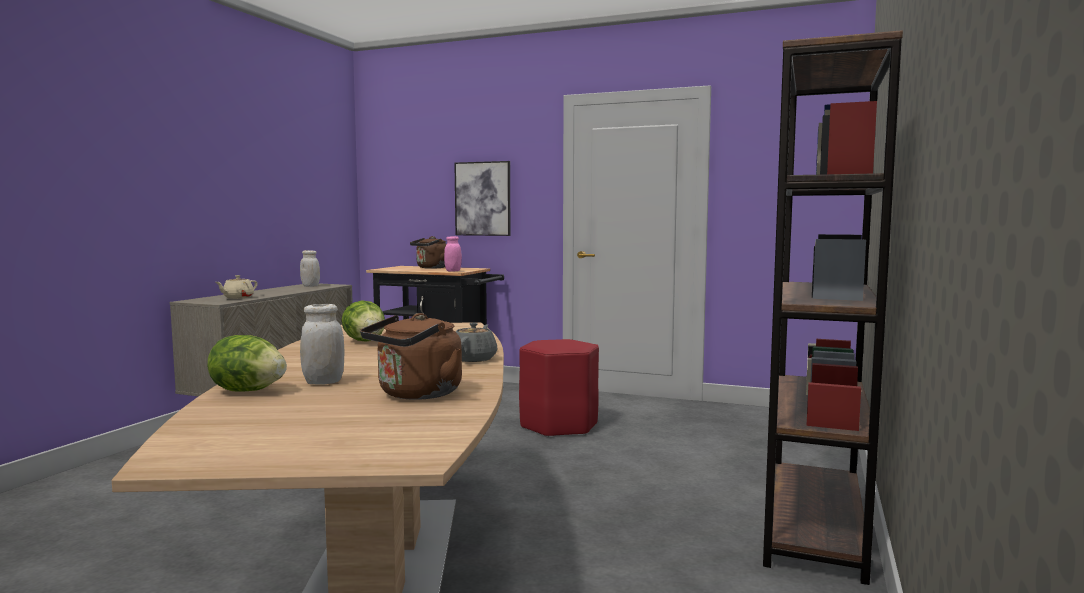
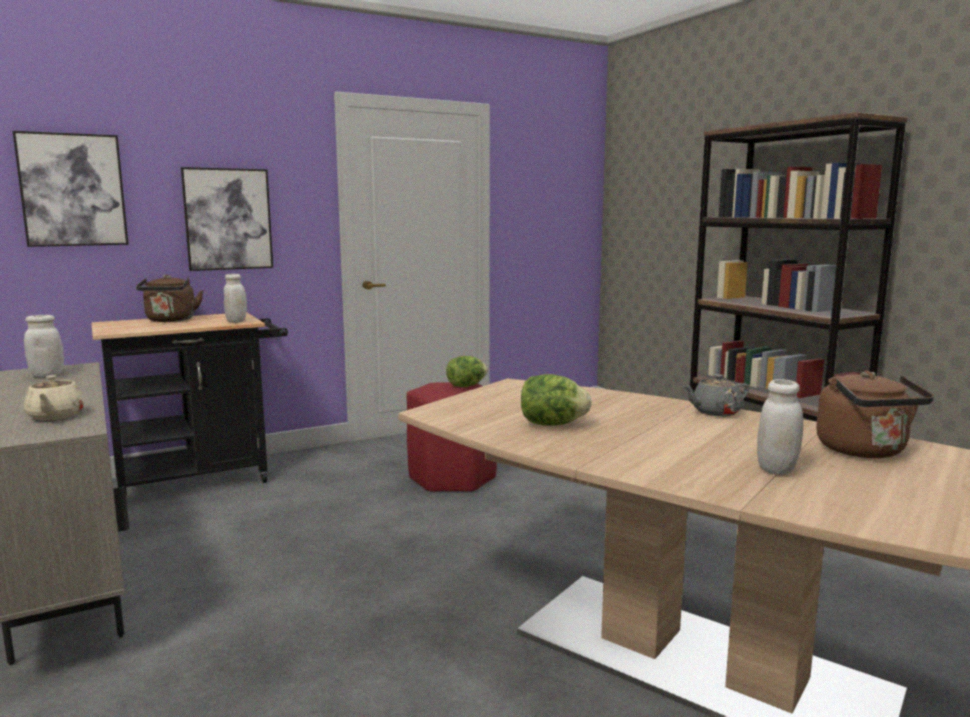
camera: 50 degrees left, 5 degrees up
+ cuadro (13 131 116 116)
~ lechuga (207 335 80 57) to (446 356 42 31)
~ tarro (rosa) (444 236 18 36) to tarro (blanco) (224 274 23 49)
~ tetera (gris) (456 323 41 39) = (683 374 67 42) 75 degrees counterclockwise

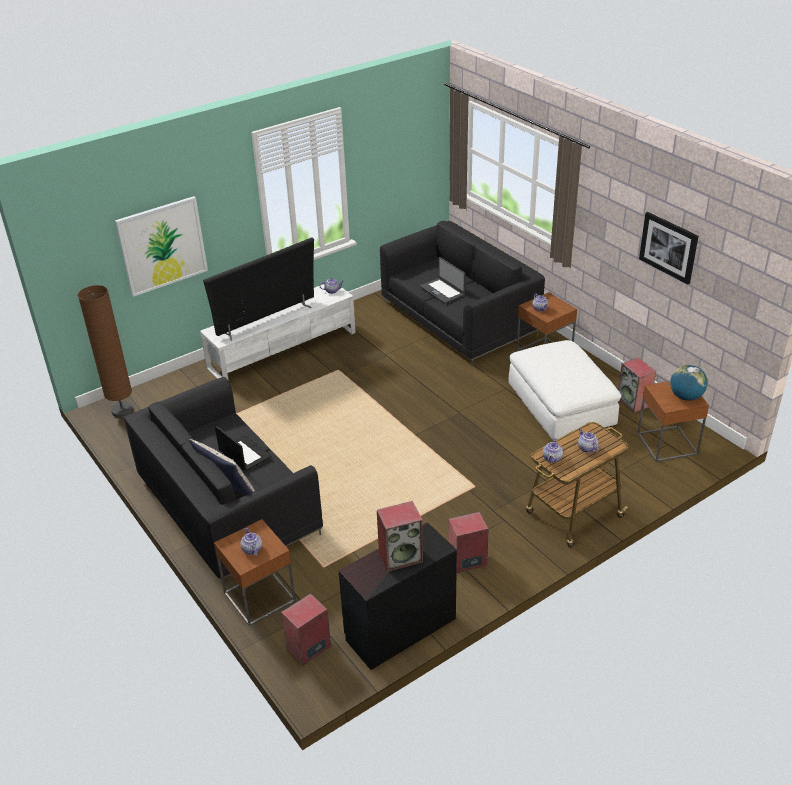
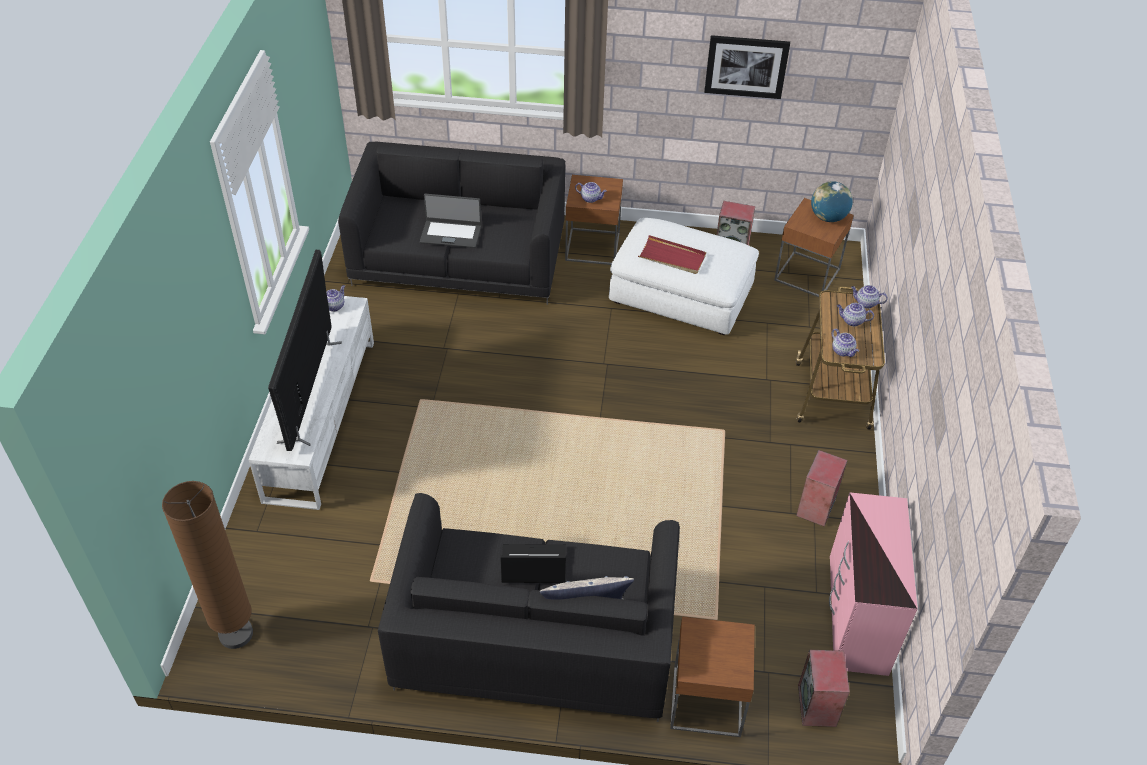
camera: 50 degrees left, 10 degrees up
- cuadro (115 196 93 101)
- altavoz (377 501 46 71)
+ bandeja (rojo) (638 235 68 39)
~ tetera (240 527 22 29) to (851 285 37 24)
~ cómoda (negro) (338 522 119 148) to cómoda (rosa) (829 492 89 184)

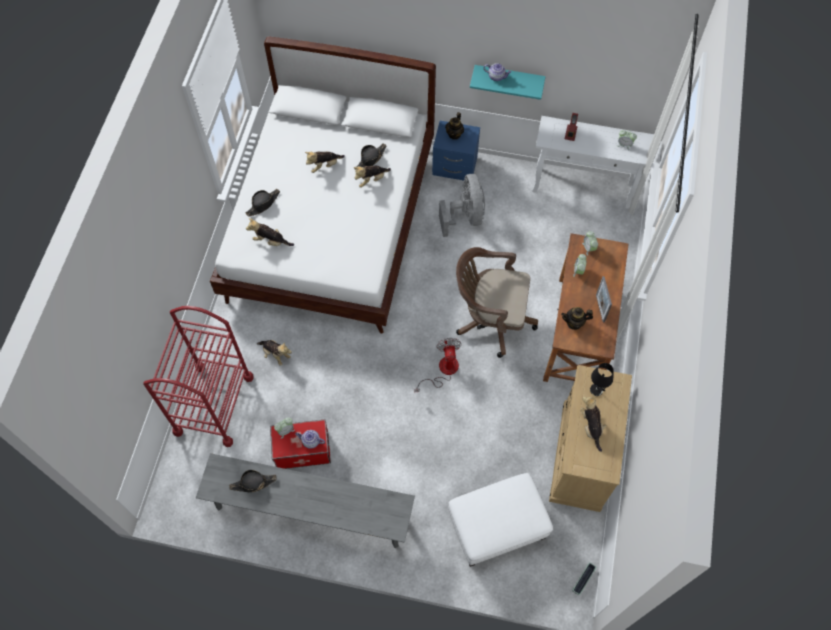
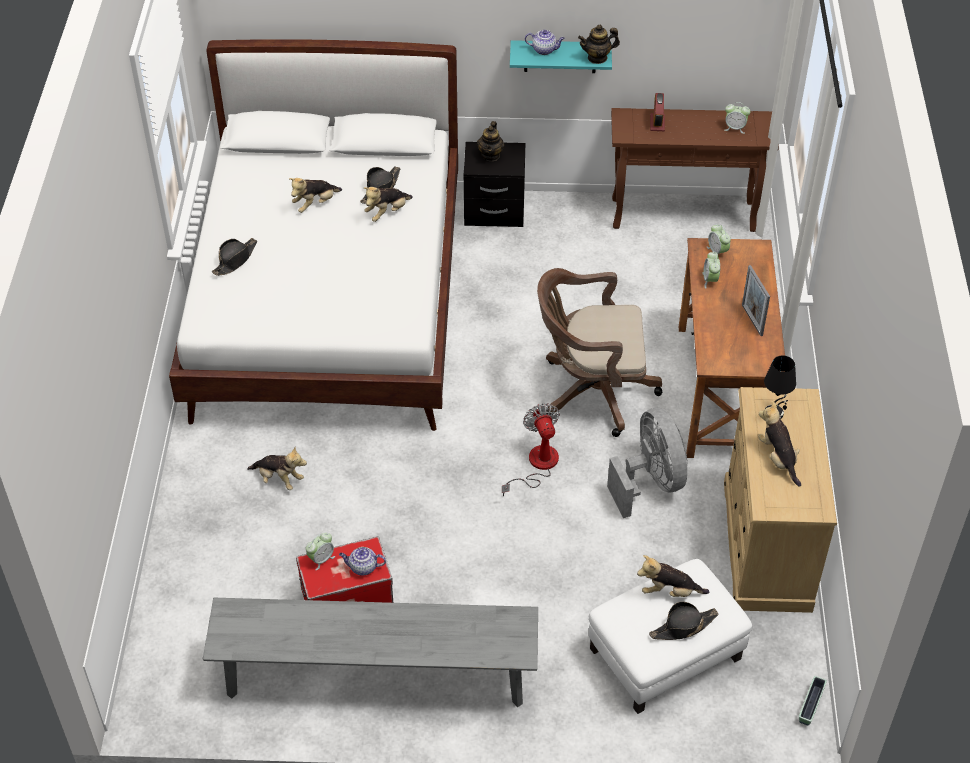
camera: 10 degrees left, 15 degrees down
- carrito (rojo) (143 306 111 141)
~ sombrero (negro) (229 470 48 22) to (649 602 70 38)
~ peluche (246 218 48 28) to (637 555 72 42)
~ ventilador (gris) (439 174 46 63) to (607 408 80 110)
~ tetera (561 307 32 23) to (578 25 42 39)
~ mesita de noche (azul) (432 121 48 59) to mesita de noche (negro) (464 142 61 85)
~ mesa consola (blanco) (532 116 122 93) to mesa consola (marrón) (611 108 168 124)

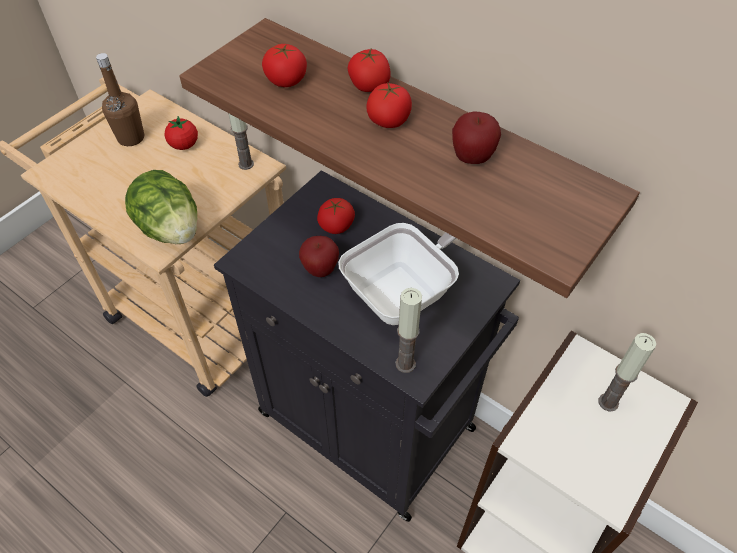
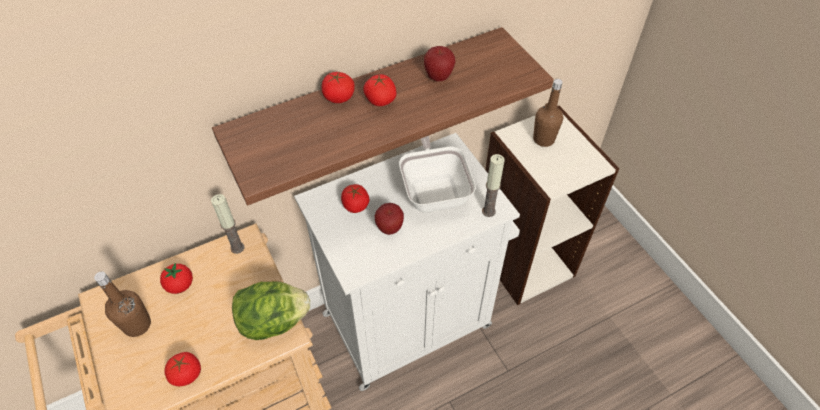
camera: 65 degrees left, 0 degrees up
~ tomate (262 44 45 43) to (164 352 37 34)
~ vela (599 333 57 79) to botella (marrón) (533 79 30 68)
~ armario (negro) (214 170 306 352) to armario (blanco) (294 133 226 258)

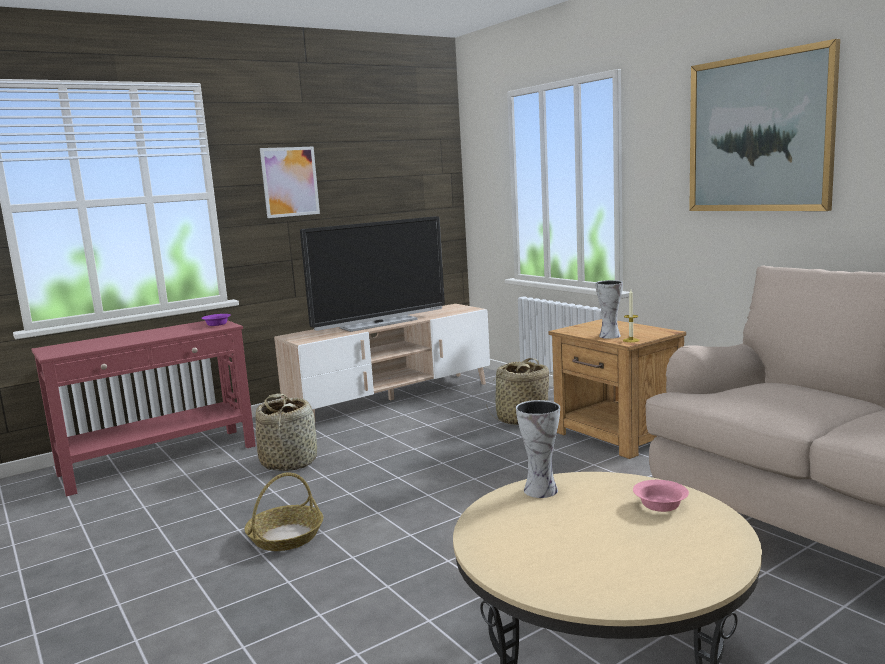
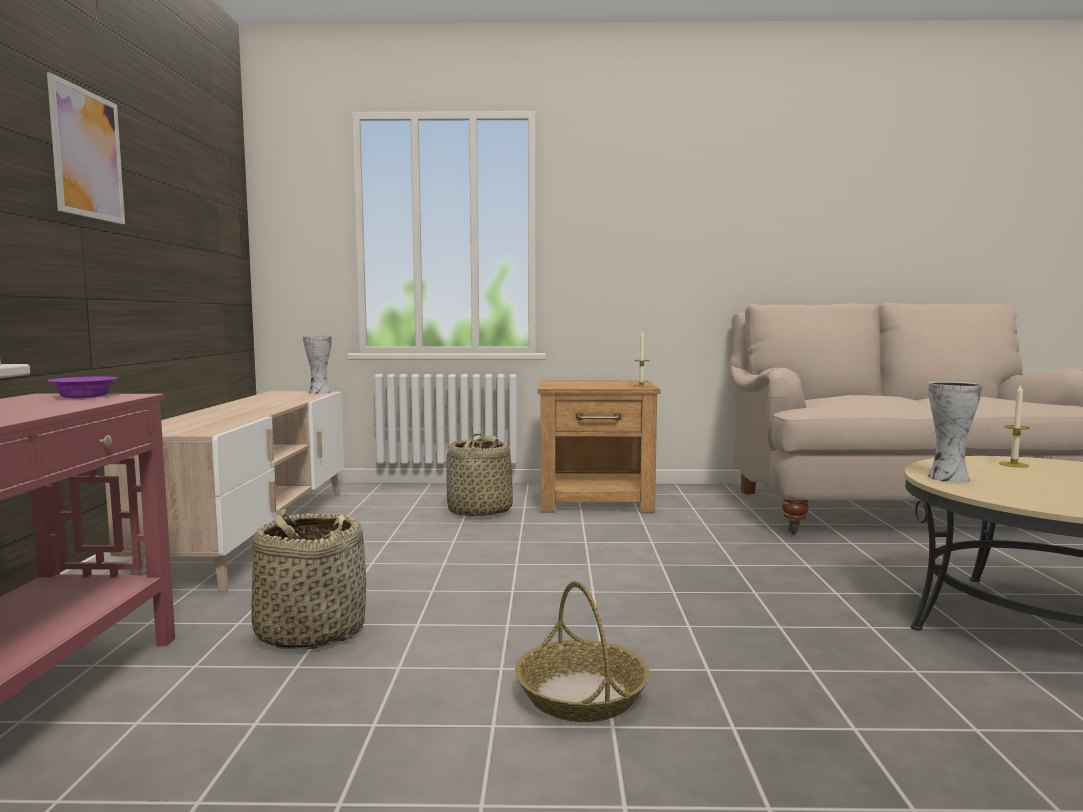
camera: 55 degrees left, 5 degrees down
- televisor (300 216 145 116)
- cuadro (689 39 151 172)
~ florero (595 280 28 59) to (303 336 29 58)
~ cuenco (rosa) (633 480 56 32) to vela (999 384 31 83)

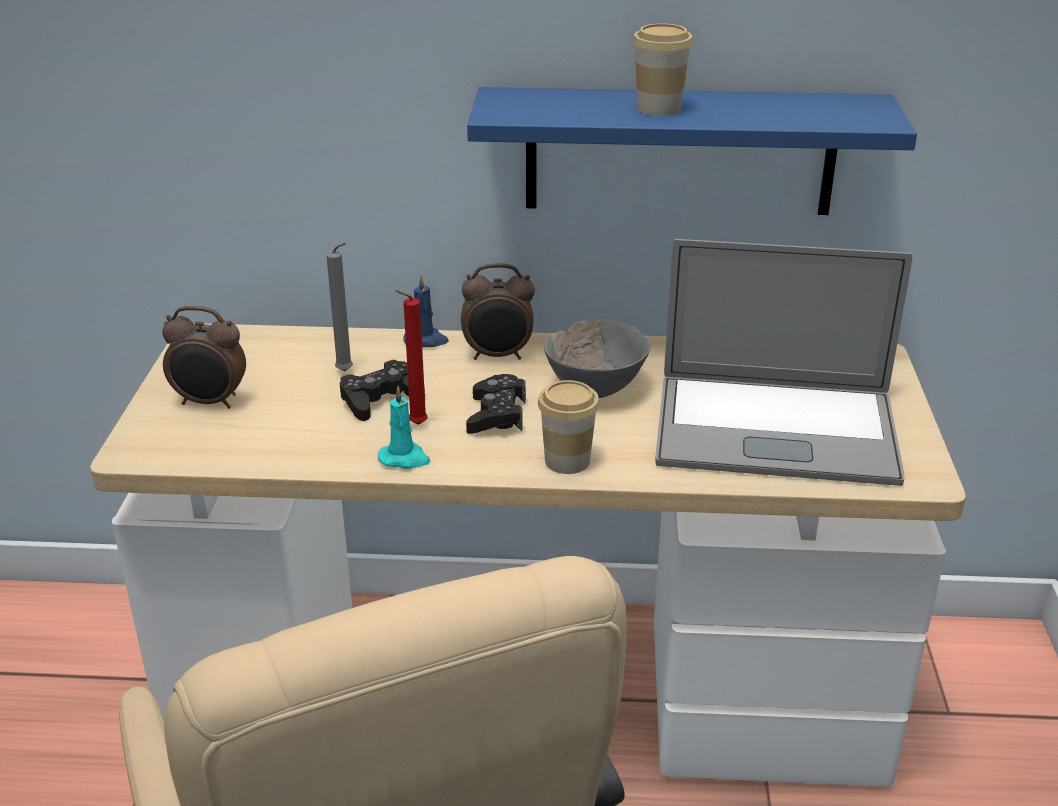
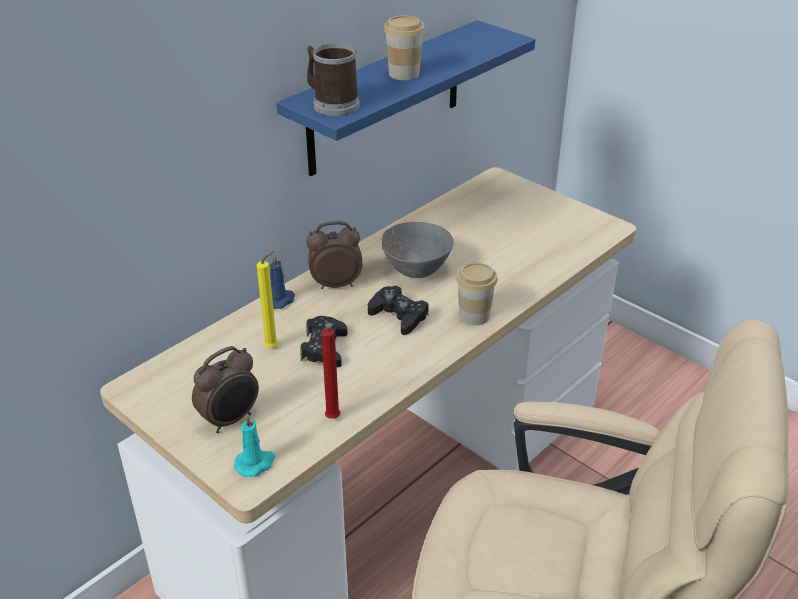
camera: 50 degrees left, 5 degrees up
- portátil (655 239 257 247)
+ taza grande (307 43 53 73)
~ vela (turquesa) (378 386 52 83) to (234 414 41 63)
~ vela (rojo) (395 290 33 135) to (321 328 19 91)
~ vela (gris) (326 243 27 129) to vela (amarillo) (257 251 21 97)
~ despertador (461 263 74 97) = (306 221 56 68) 135 degrees counterclockwise

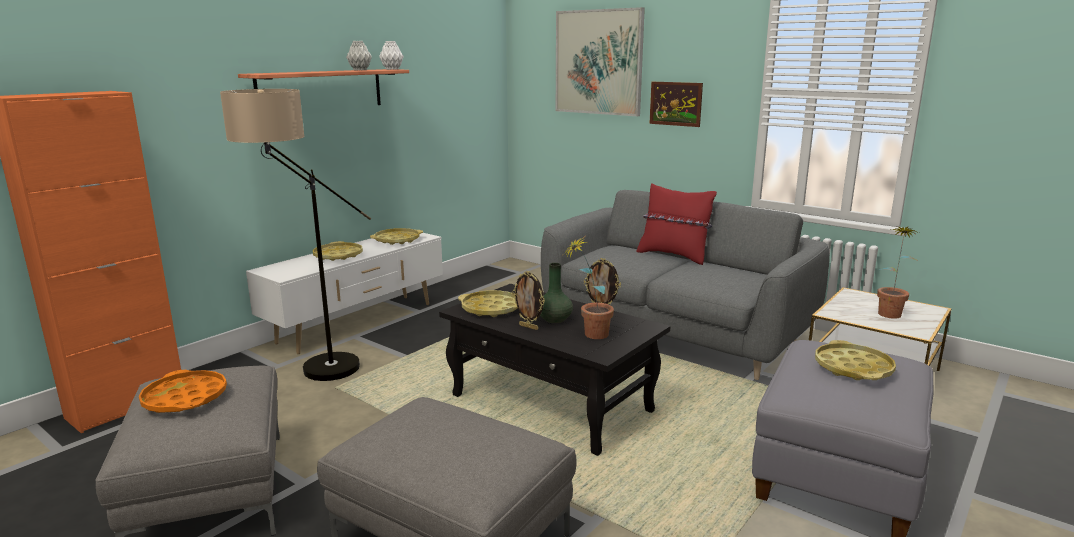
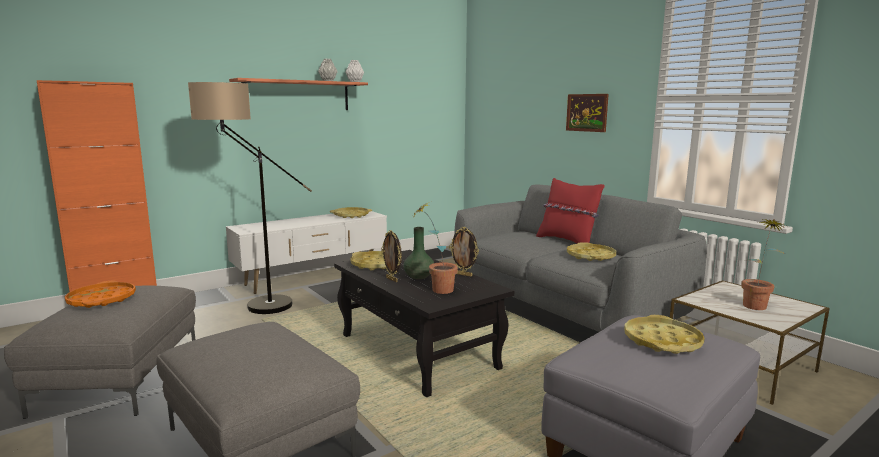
camera: 15 degrees right, 5 degrees down
- cuadro (556 7 89 109)
~ bandeja (amarillo) (313 241 50 20) to (567 242 49 19)

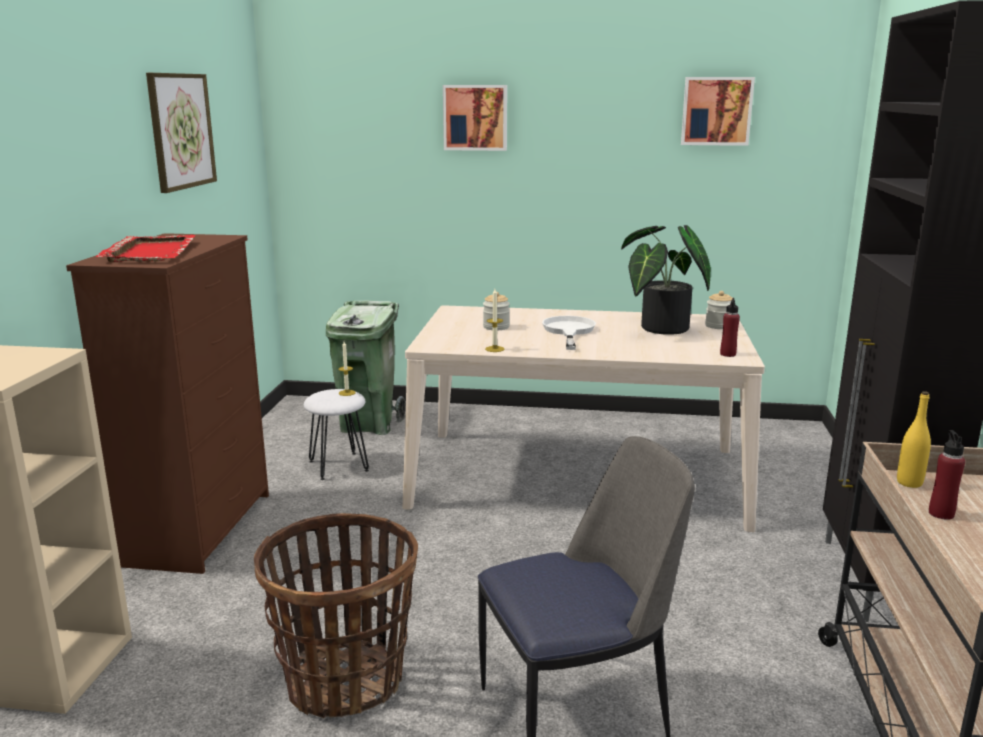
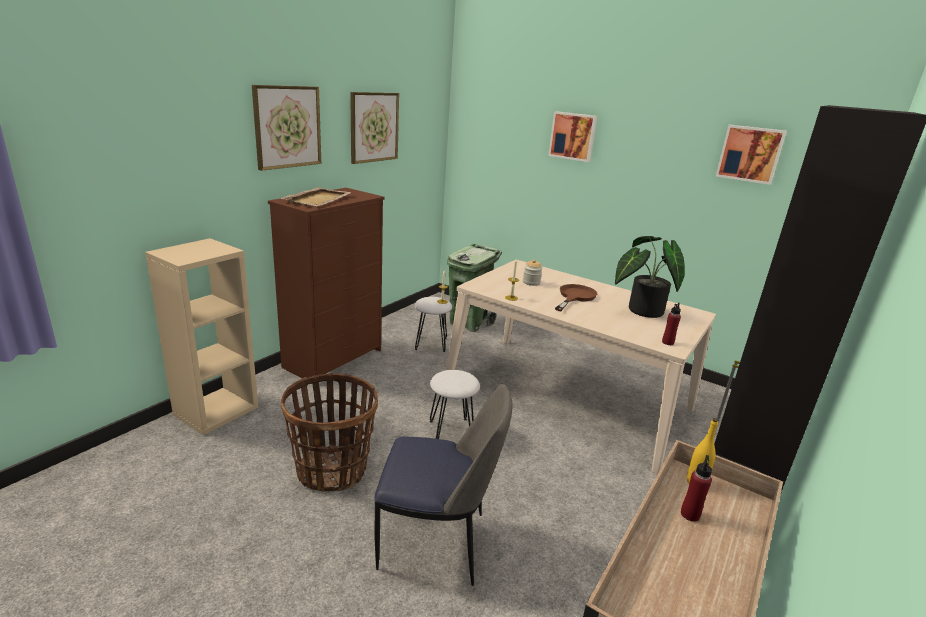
camera: 25 degrees right, 5 degrees up
- tarro (705 291 28 38)
+ cuadro (252 85 69 86)
+ taburete (blanco) (430 370 50 69)
~ bandeja (rojo) (96 235 99 27) to bandeja (beis) (280 187 71 20)
~ sartén (blanco) (542 316 54 34) to sartén (marrón) (555 284 43 27)

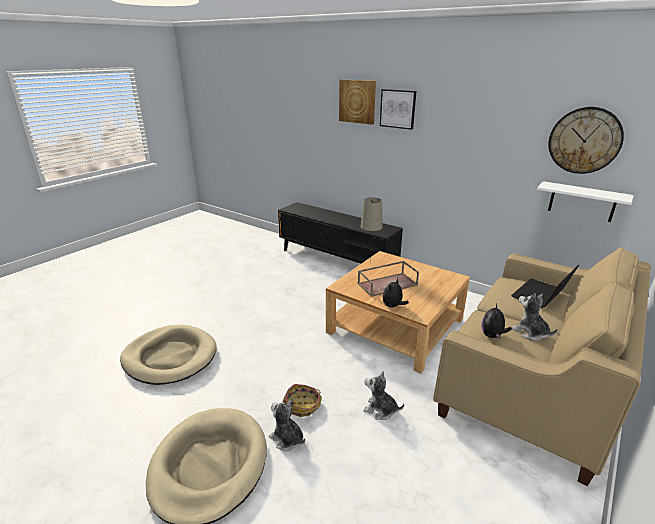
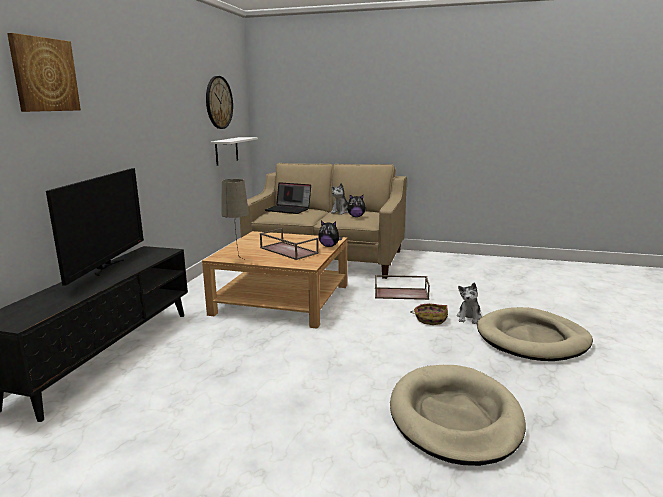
camera: 110 degrees left, 10 degrees down
- cuadro (380 89 36 41)
+ televisor (46 168 98 118)
~ peluche (364 371 40 49) to bandeja (marrón) (375 275 55 25)

